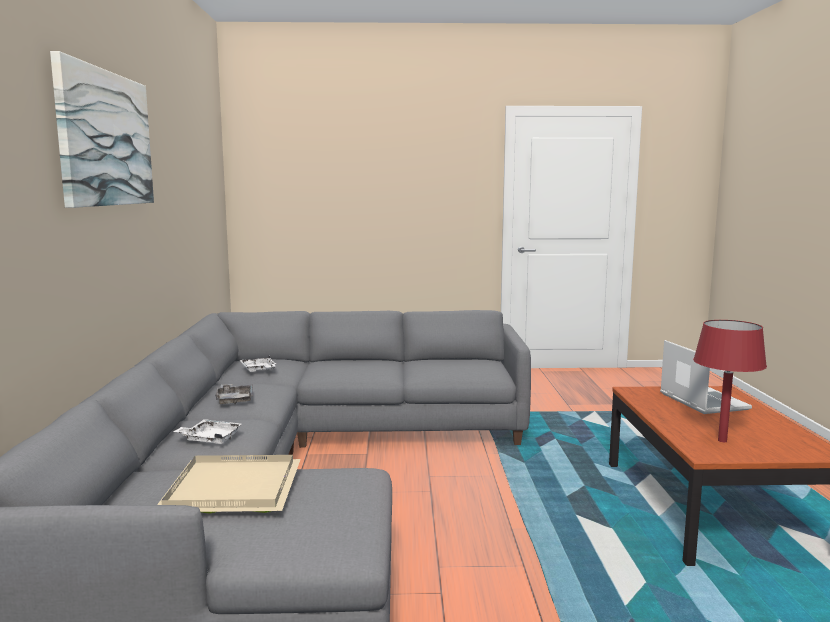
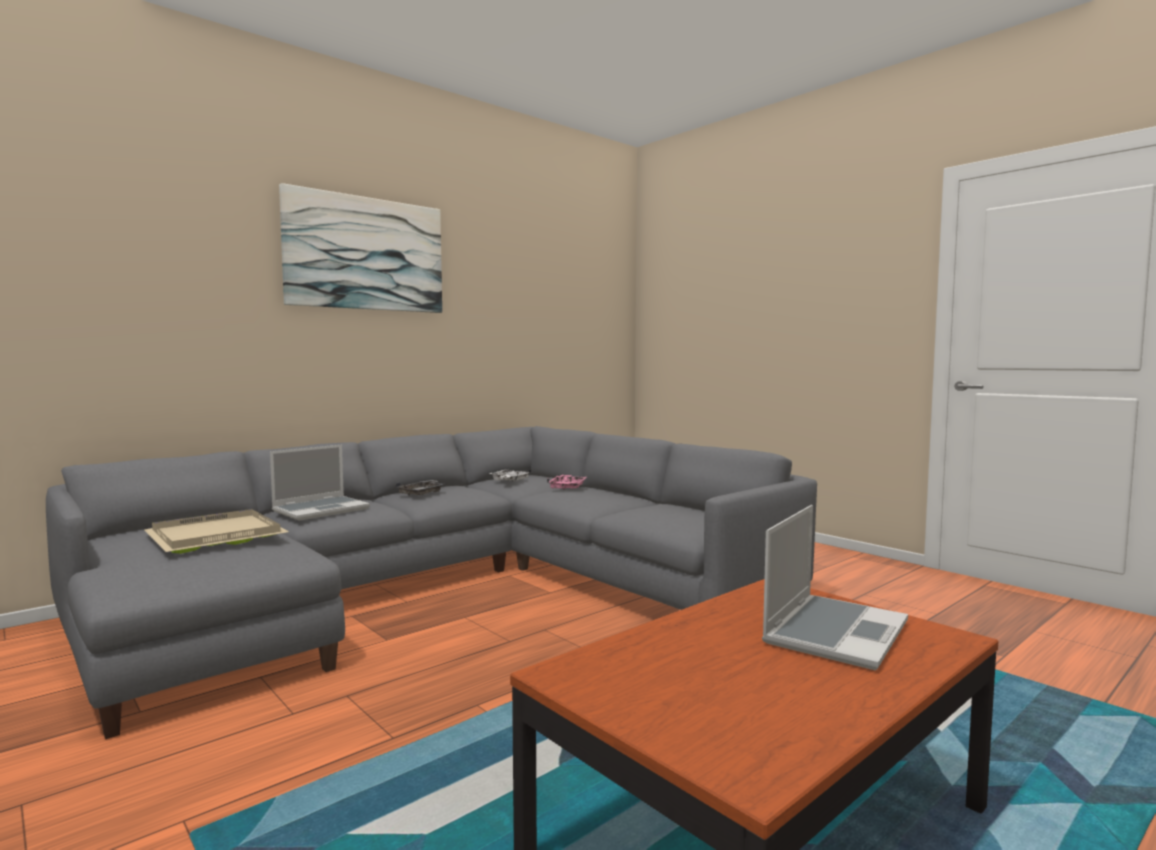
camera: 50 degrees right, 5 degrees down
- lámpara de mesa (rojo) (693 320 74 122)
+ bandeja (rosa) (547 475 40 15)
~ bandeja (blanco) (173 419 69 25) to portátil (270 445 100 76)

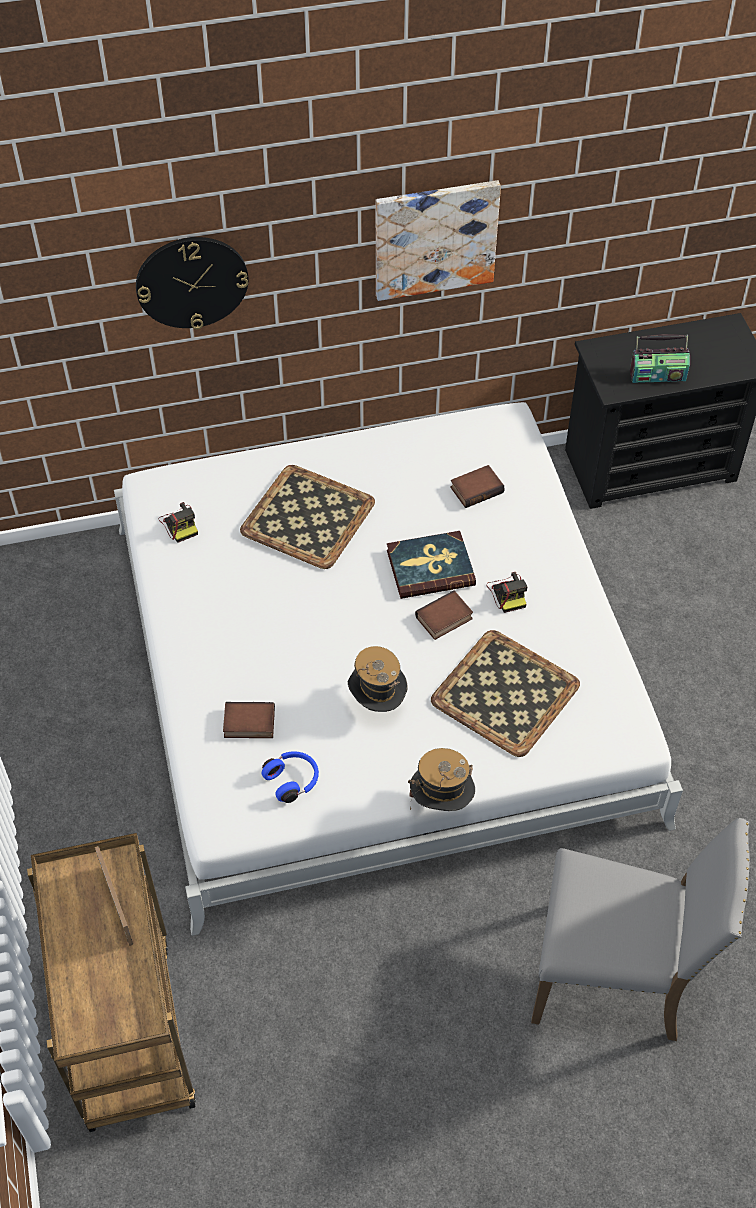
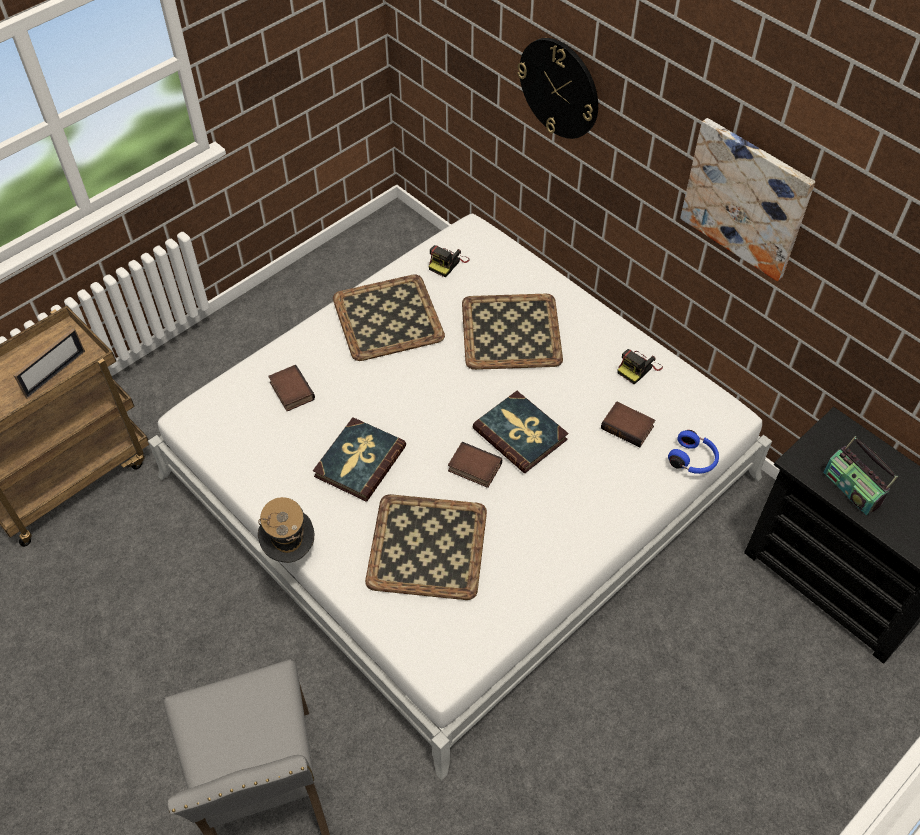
camera: 60 degrees right, 0 degrees up
+ bandeja (333 274 112 87)
~ auriculares (azul) (262 751 57 52) to (668 430 51 44)
~ cámara (486 572 41 41) to (618 349 45 35)
~ sombrero (348 646 60 66) to libro (313 417 93 85)

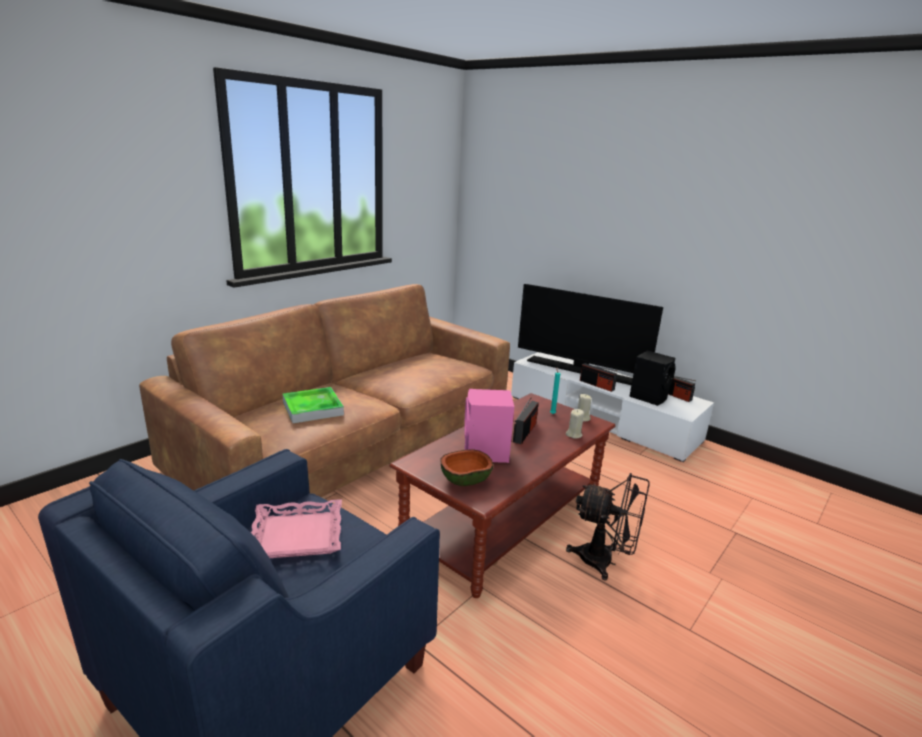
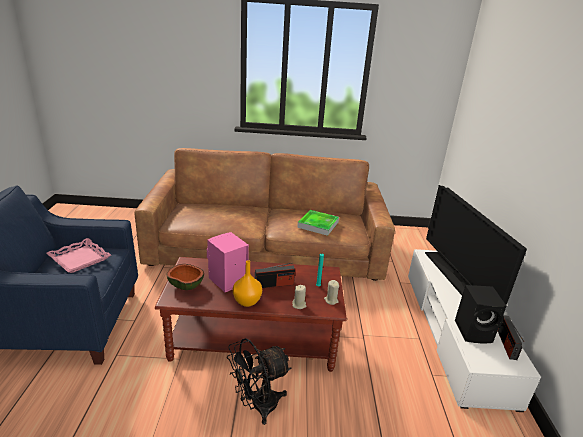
camera: 50 degrees right, 5 degrees up
- radio (580 363 37 29)
+ florero (naranja) (233 260 29 47)
~ bandeja (283 387 61 36) to (297 210 42 26)
~ ventilador (negro) (566 473 84 107) = (227 338 64 87) 75 degrees clockwise

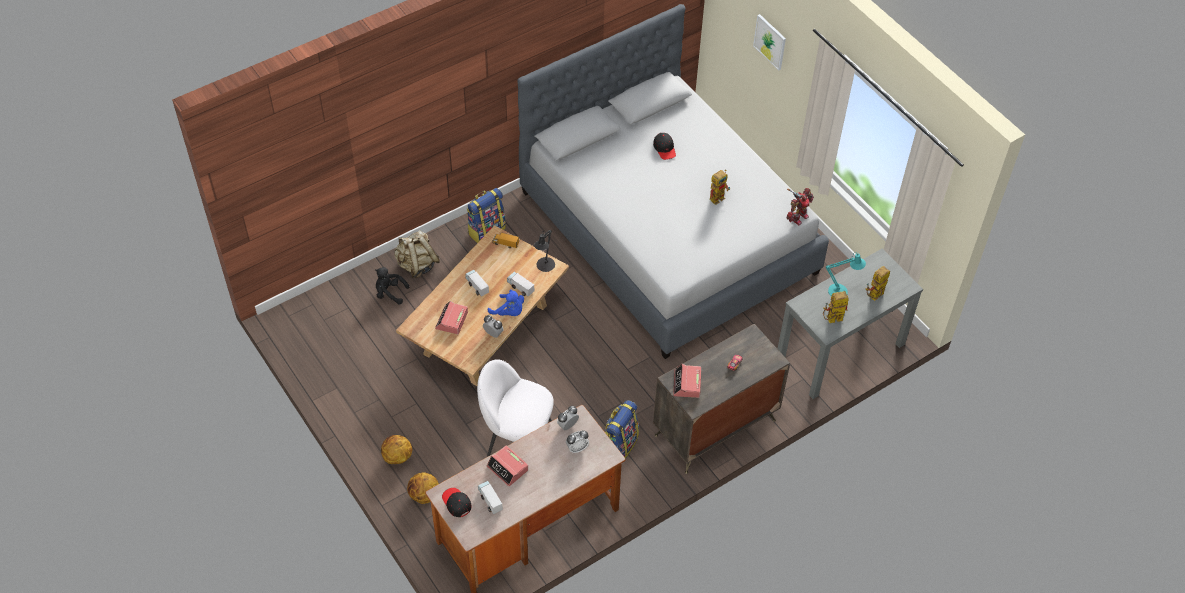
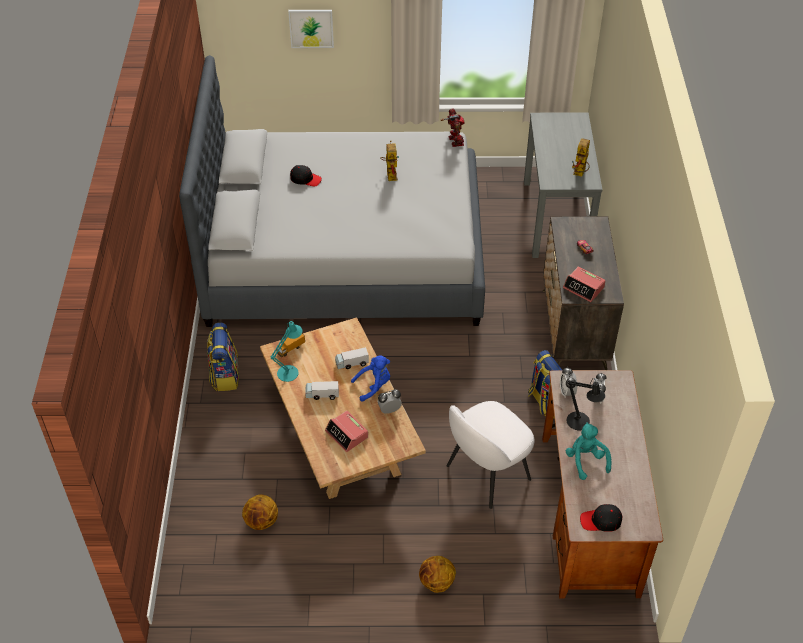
camera: 55 degrees left, 5 degrees down
- peluche (negro) (375 267 34 38)
- mochila (beis) (394 230 46 48)
- camión de juguete (478 481 25 33)
- robot de juguete (865 266 25 35)
~ balón de baloncesto (407 472 32 32) to (242 494 36 36)
~ lámpara de mesa (negro) (534 230 21 42) to (567 378 38 52)
~ lámpara de mesa (turquesa) (826 252 40 44) to (271 321 31 61)
~ despertador (487 446 41 40) to peluche (turquesa) (566 422 45 58)

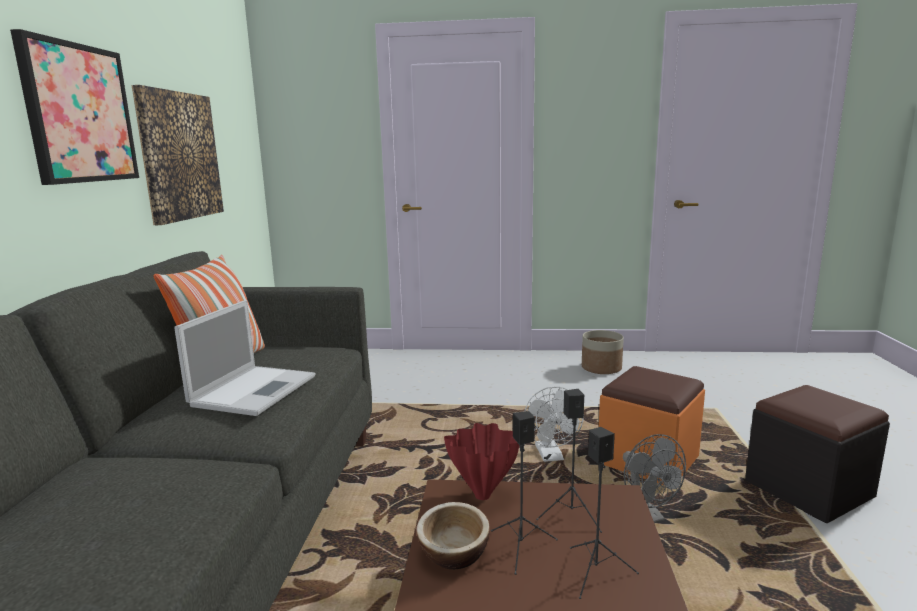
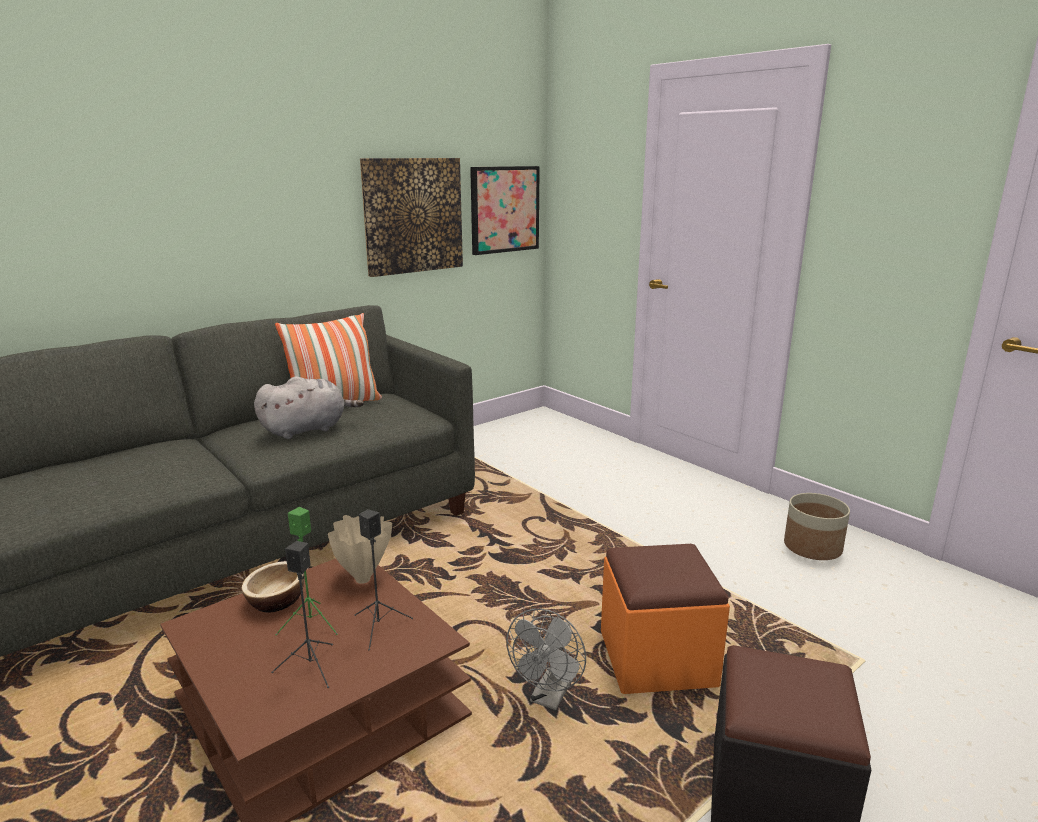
camera: 45 degrees right, 5 degrees up
- ventilador (blanco) (524 386 60 76)
~ cuadro (10 29 129 156) to (470 166 70 89)
~ portátil (174 300 141 116) to peluche (gris) (254 376 110 63)
~ florero (rojo) (444 423 75 77) to florero (beis) (328 515 64 69)
~ altavoz (negro) (491 411 67 164) to altavoz (verde) (276 507 62 128)

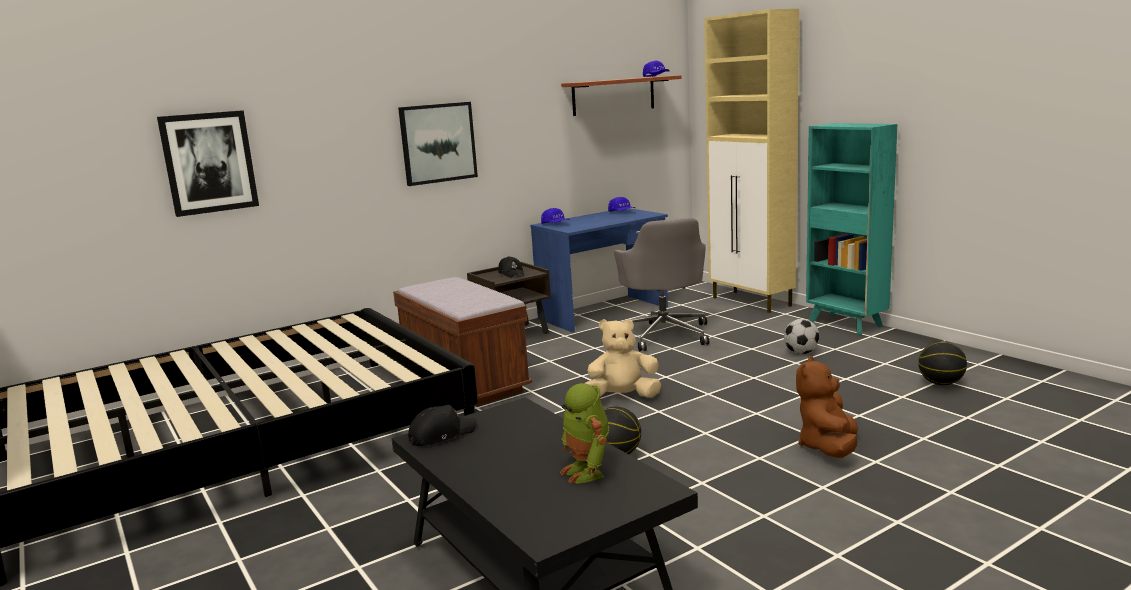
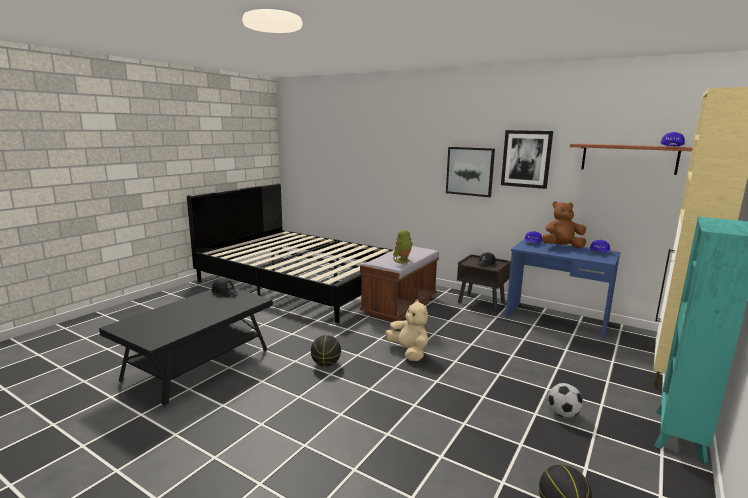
camera: 65 degrees right, 0 degrees up
- silla de oficina (gris) (614 218 95 133)
~ cuadro (157 110 102 107) to (501 130 52 59)
~ robot de juguete (560 383 49 101) to (393 230 20 34)
~ peluche (marrón) (796 356 62 102) to (542 201 44 47)

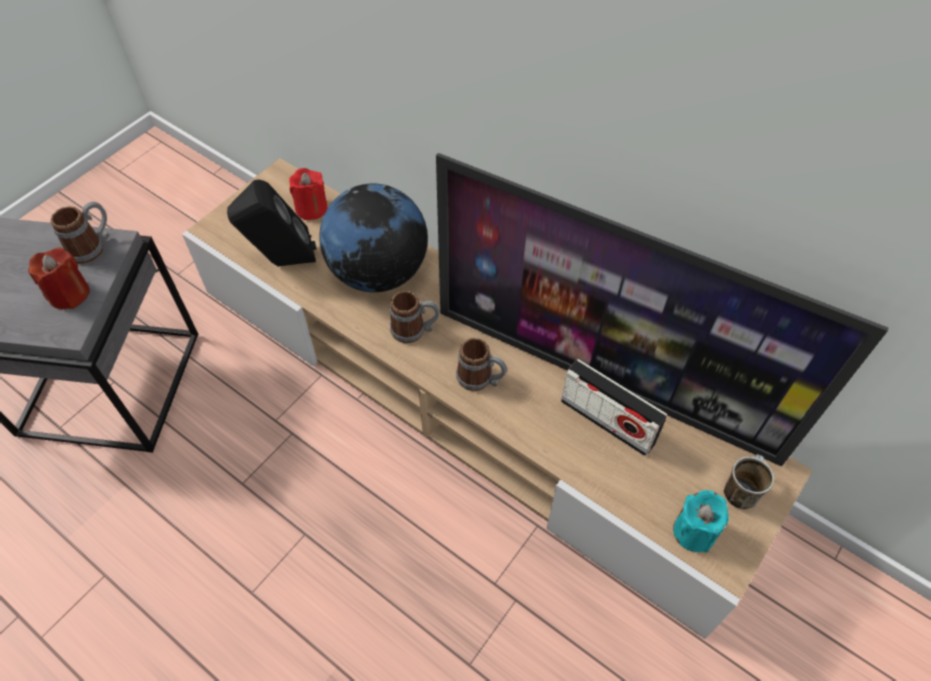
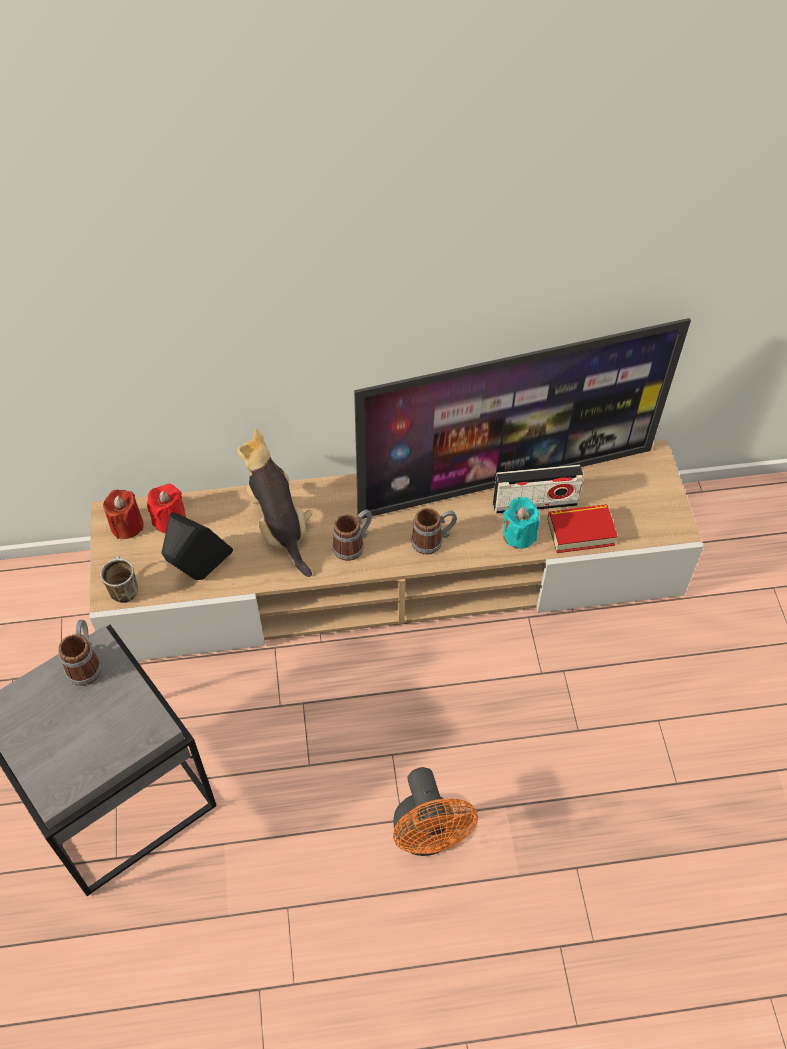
camera: 45 degrees left, 0 degrees up
+ ventilador (naranja) (393 767 85 89)
+ libro (548 504 70 49)
~ vela (rojo) (28 247 62 62) to (103 489 41 50)
~ vela (turquesa) (673 490 56 63) to (503 497 36 52)
~ taza grande (724 454 50 55) to (100 556 38 47)
~ globo terráqueo (319 184 109 108) to peluche (237 429 76 148)

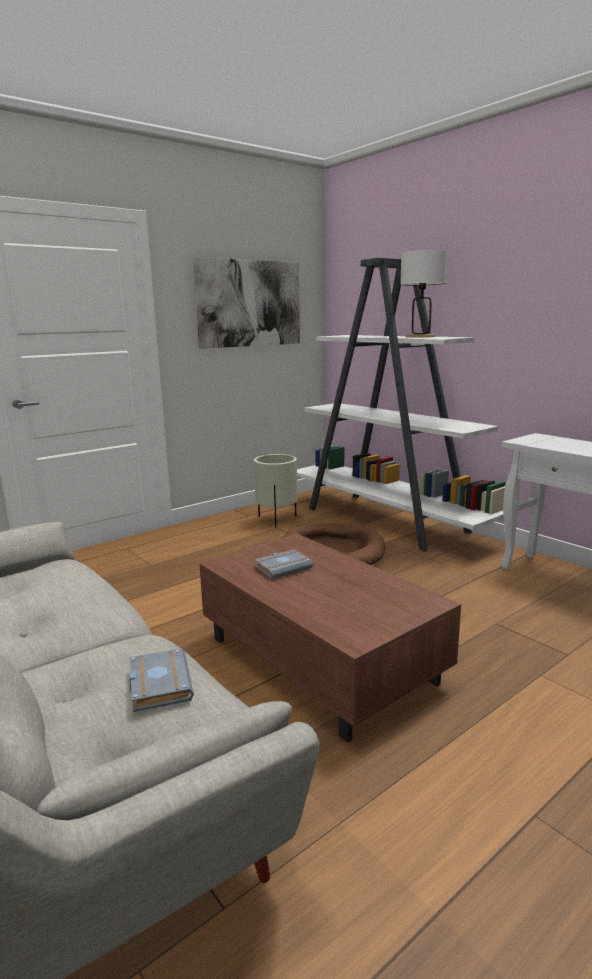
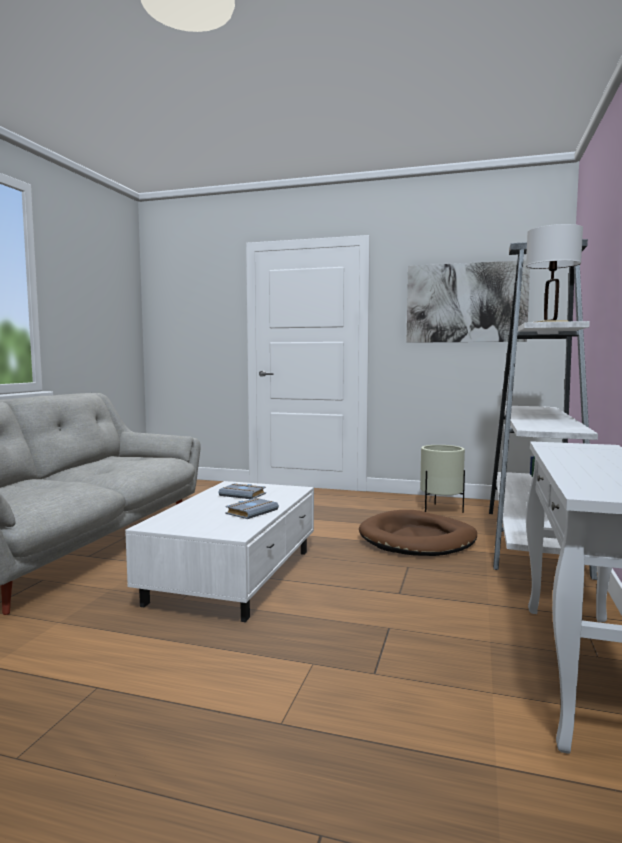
camera: 55 degrees right, 10 degrees down
~ libro (gris) (129 648 65 64) to (225 498 54 21)
~ mesa de centro (marrón) (199 534 262 209) to mesa de centro (blanco) (125 481 189 141)

